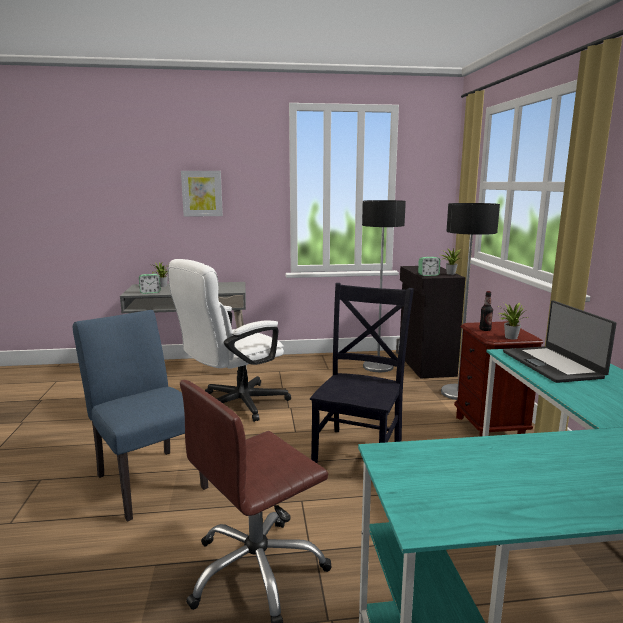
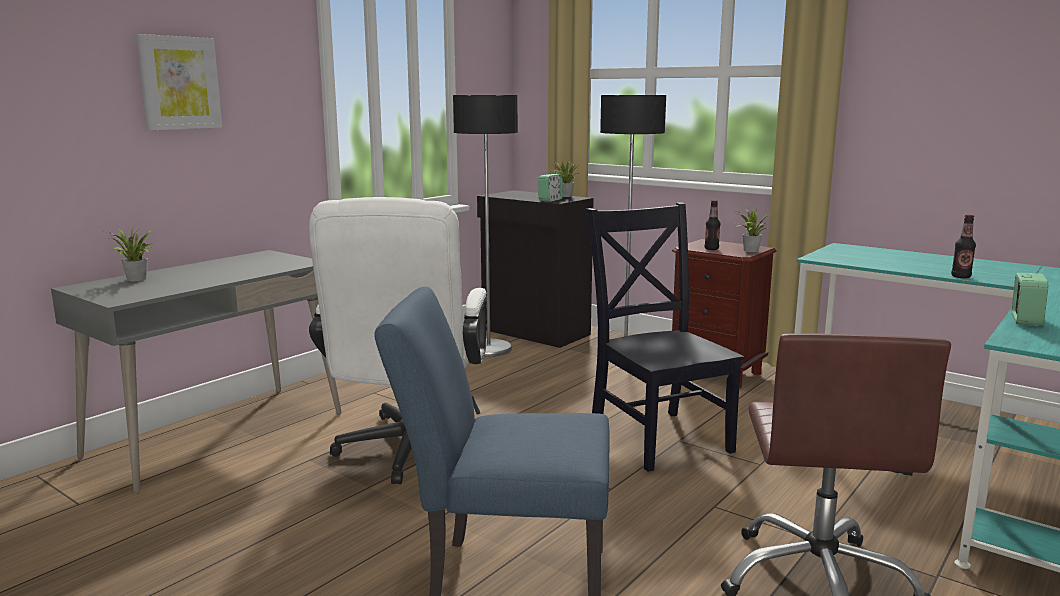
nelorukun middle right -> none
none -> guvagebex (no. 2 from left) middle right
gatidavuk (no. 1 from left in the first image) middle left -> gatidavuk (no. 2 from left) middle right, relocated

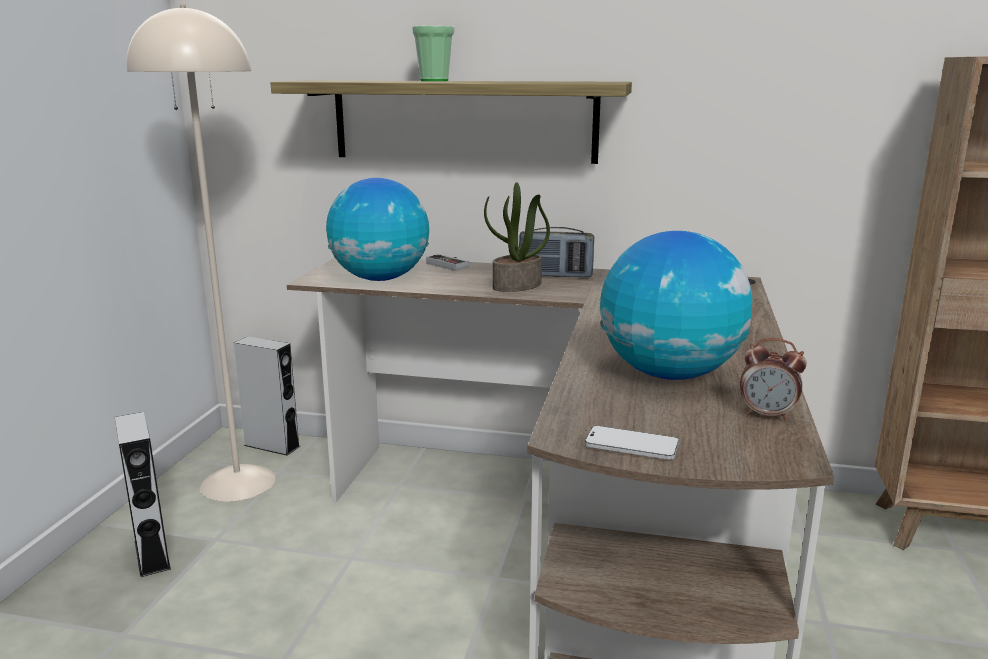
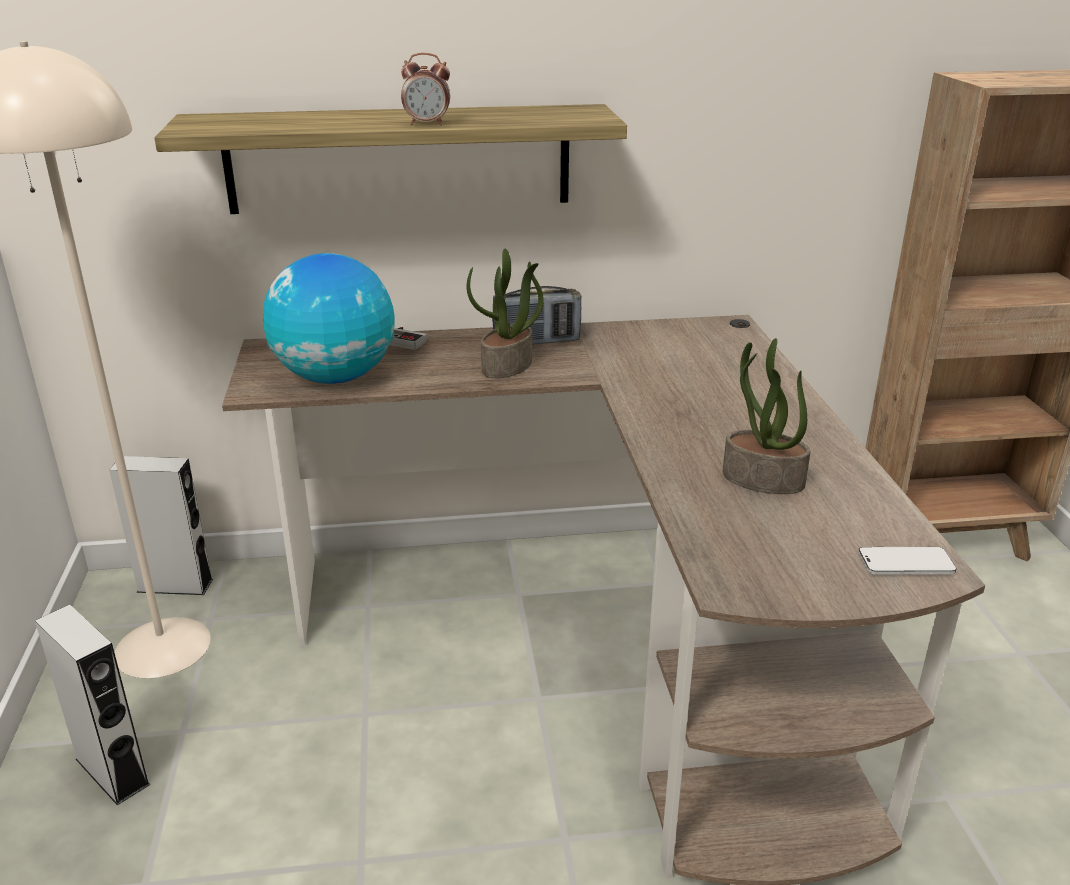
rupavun top centre -> none
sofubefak bottom centre -> sofubefak middle right, relocated
gatidavuk middle right -> gatidavuk top centre, relocated
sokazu (no. 2 from left) middle right -> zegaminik (no. 2 from left) middle right

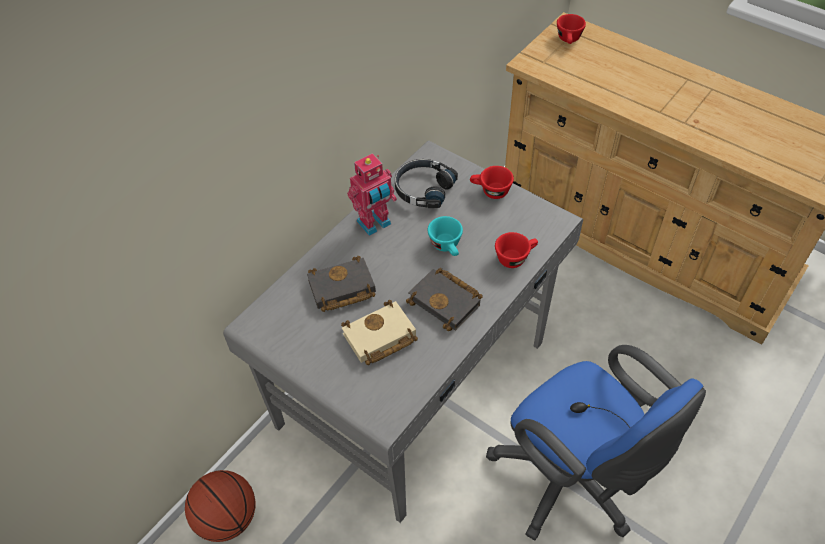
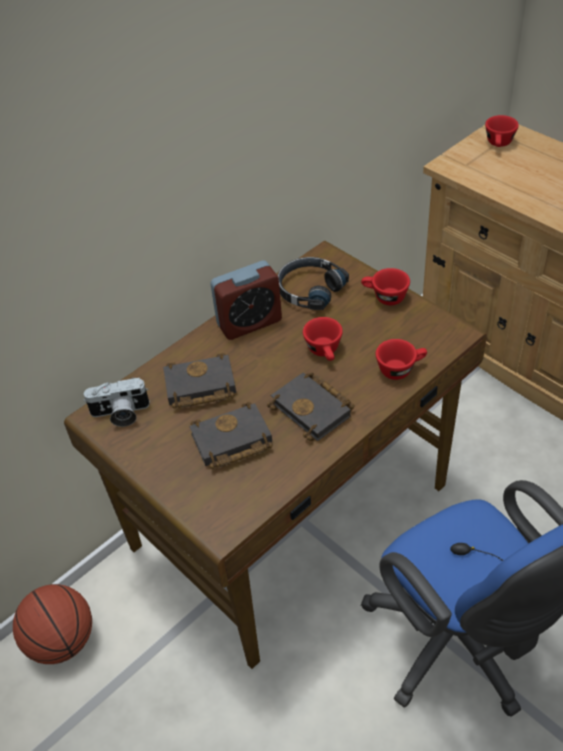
none -> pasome middle left
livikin centre -> gatidavuk centre
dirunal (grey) centre -> dirunal (brown) centre
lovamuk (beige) centre -> lovamuk (black) (no. 2 from left) centre
rupavun (turquoise) centre -> rupavun (red) (no. 1 from left) centre

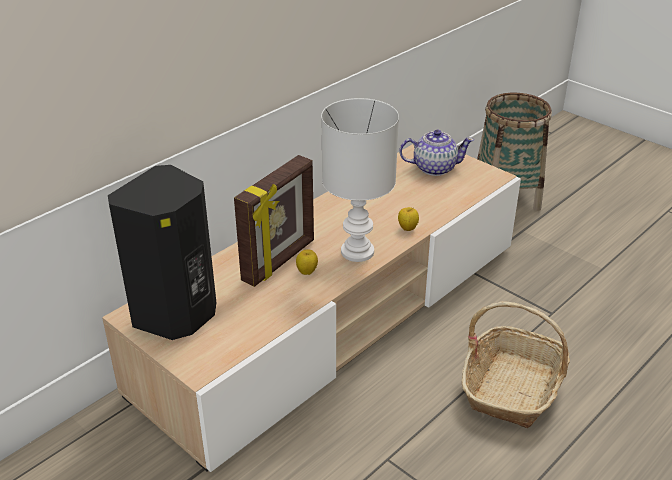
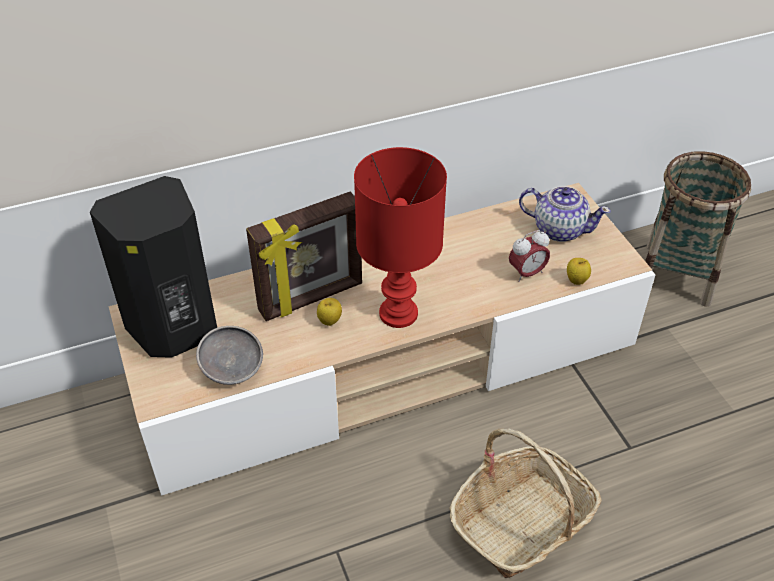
none -> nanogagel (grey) middle left
none -> gatidavuk middle right
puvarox (no. 2 from left) centre -> puvarox (no. 2 from left) middle right, relocated
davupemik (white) centre -> davupemik (red) centre

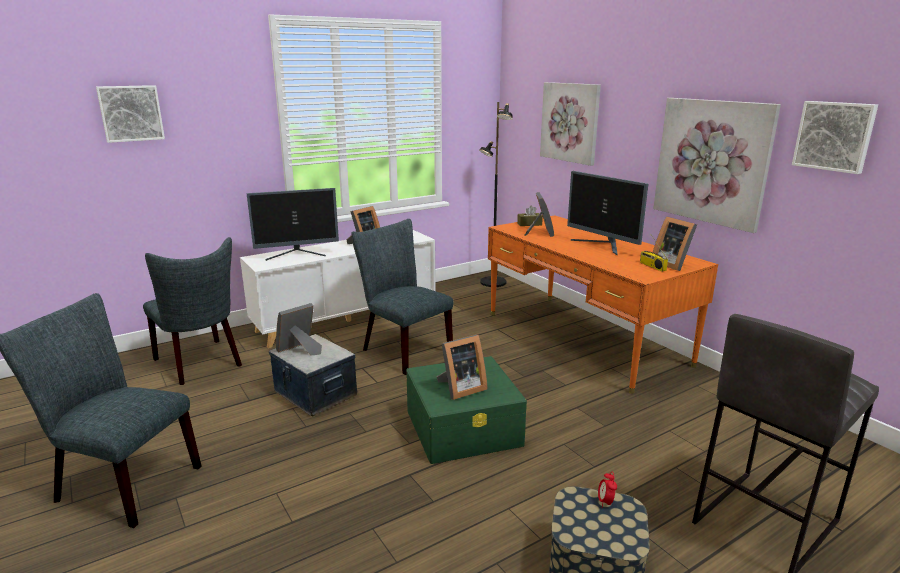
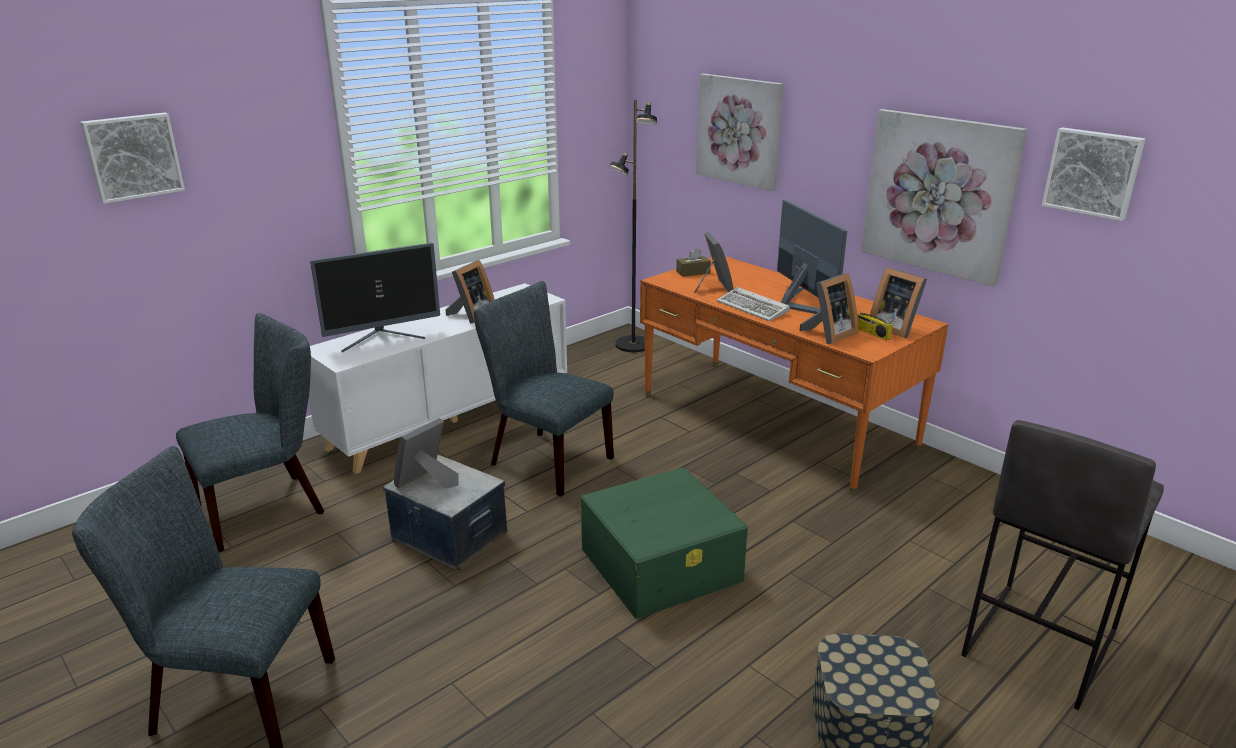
gatidavuk bottom right -> none
none -> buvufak centre
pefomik (no. 3 from left in the first image) centre -> pefomik (no. 4 from left) middle right, relocated
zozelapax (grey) (no. 2 from left) middle left, 75 degrees counterclockwise
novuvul (no. 2 from left) middle right -> novuvul (no. 2 from left) centre, 150 degrees counterclockwise

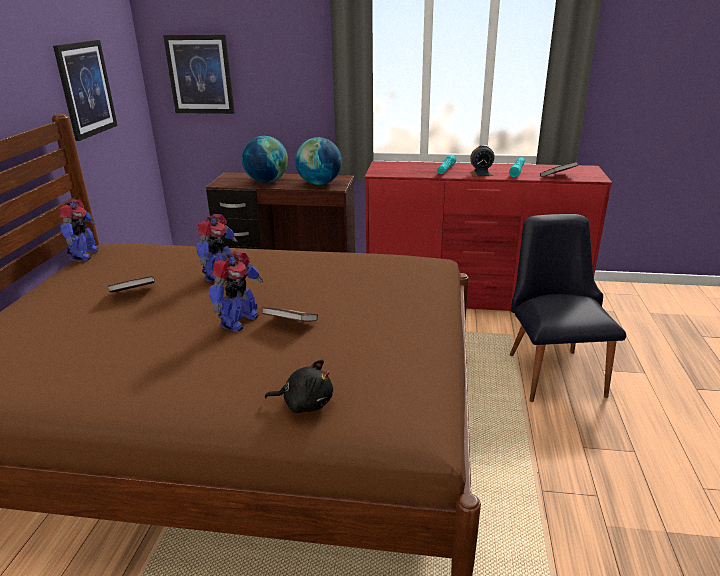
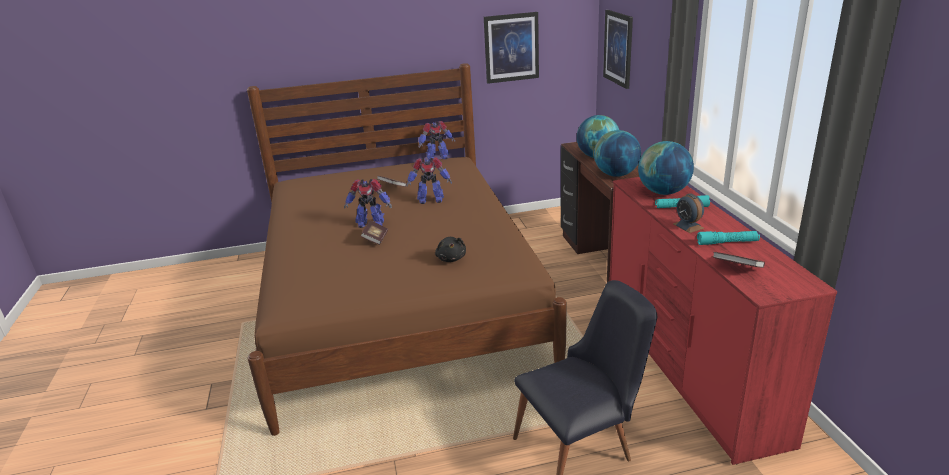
none -> sokazu (no. 3 from left) middle right
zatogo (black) bottom centre -> zatogo (black) centre, relocated

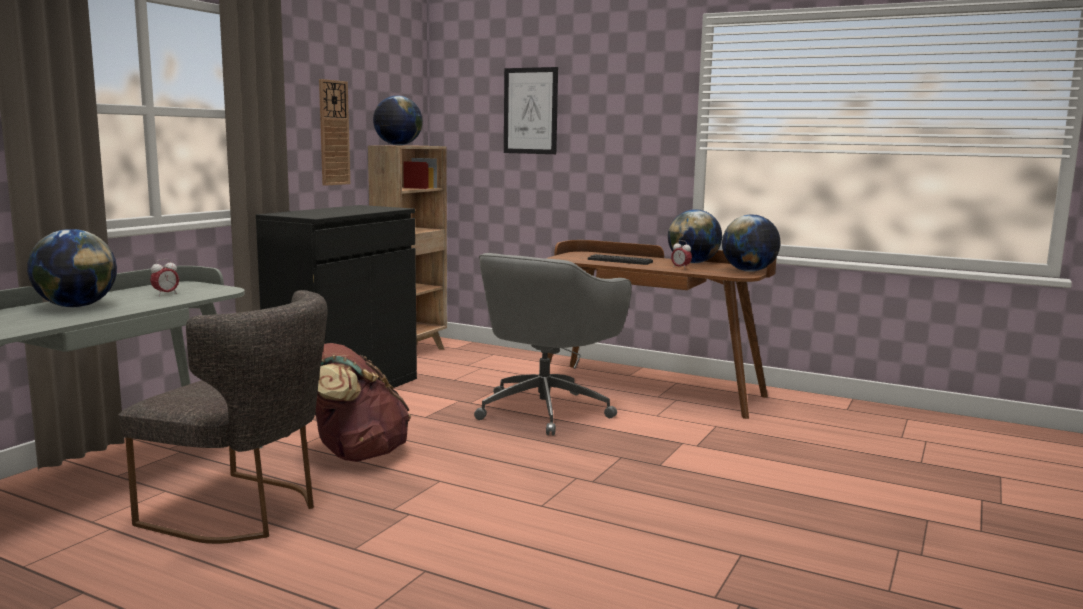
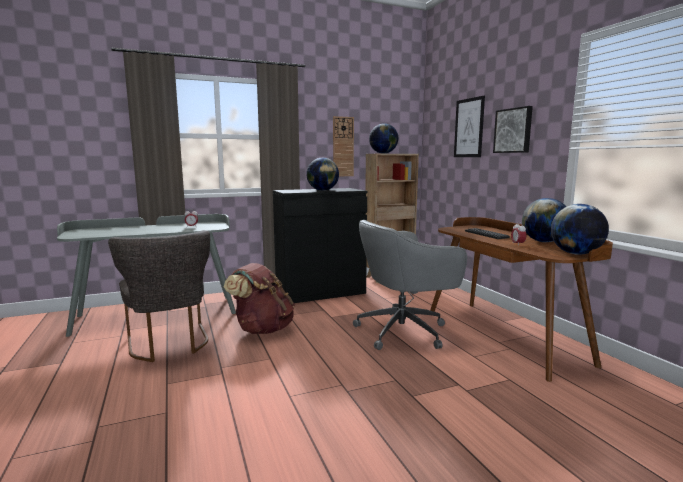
none -> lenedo (no. 2 from left) top right
sokazu (no. 1 from left) middle left -> sokazu (no. 1 from left) centre, relocated

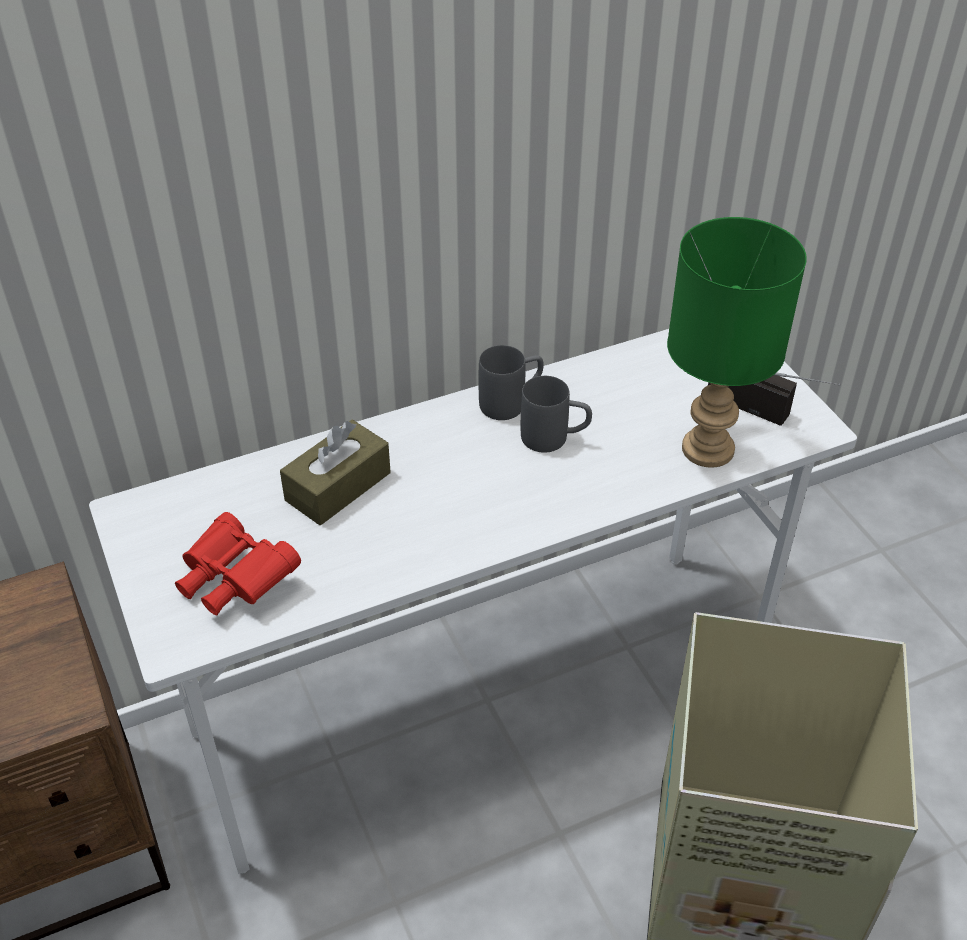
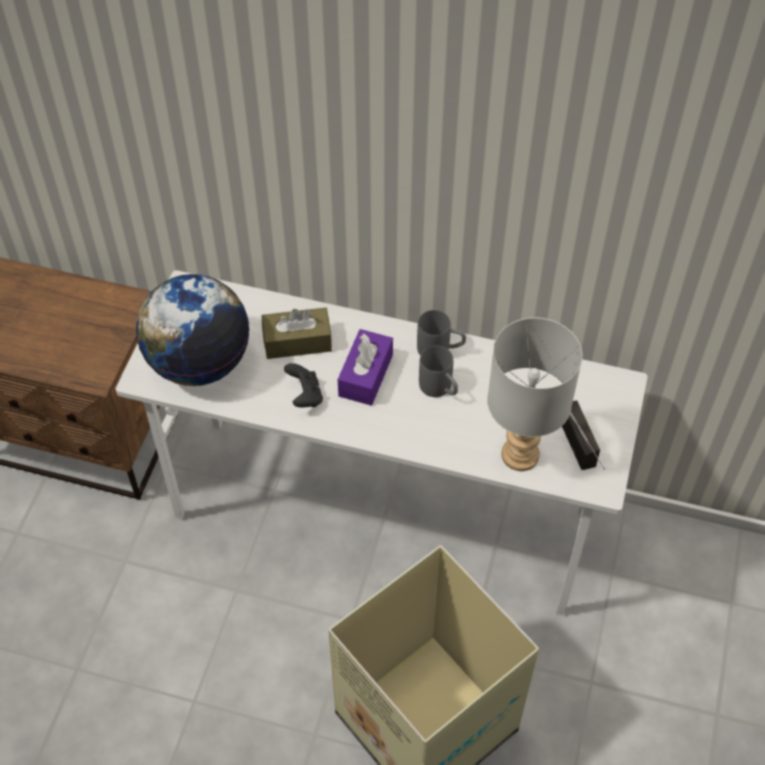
none -> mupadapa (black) centre
none -> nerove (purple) centre
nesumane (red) middle left -> sokazu middle left
davupemik (green) middle right -> davupemik (grey) middle right

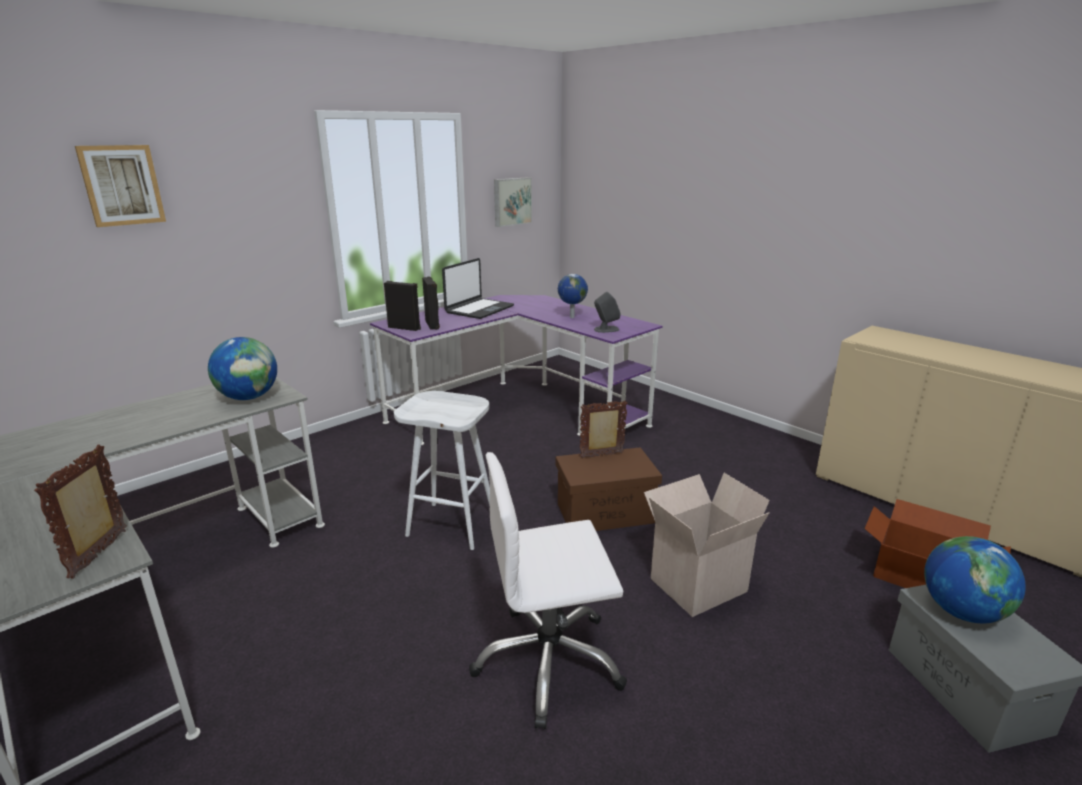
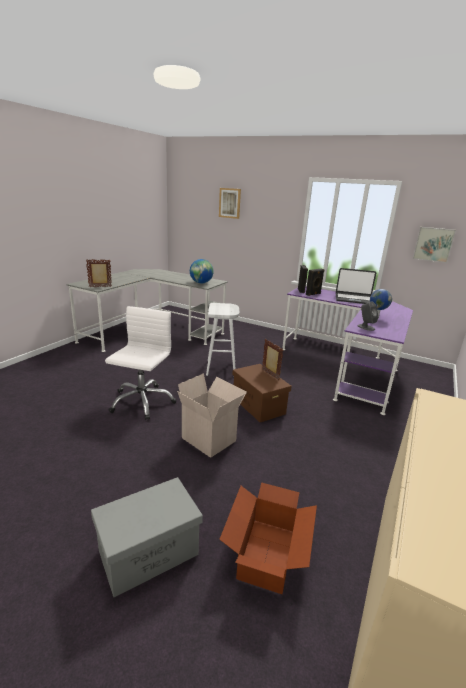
sokazu (no. 3 from left) bottom right -> none
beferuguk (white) bottom centre -> beferuguk (white) middle left, 45 degrees clockwise

